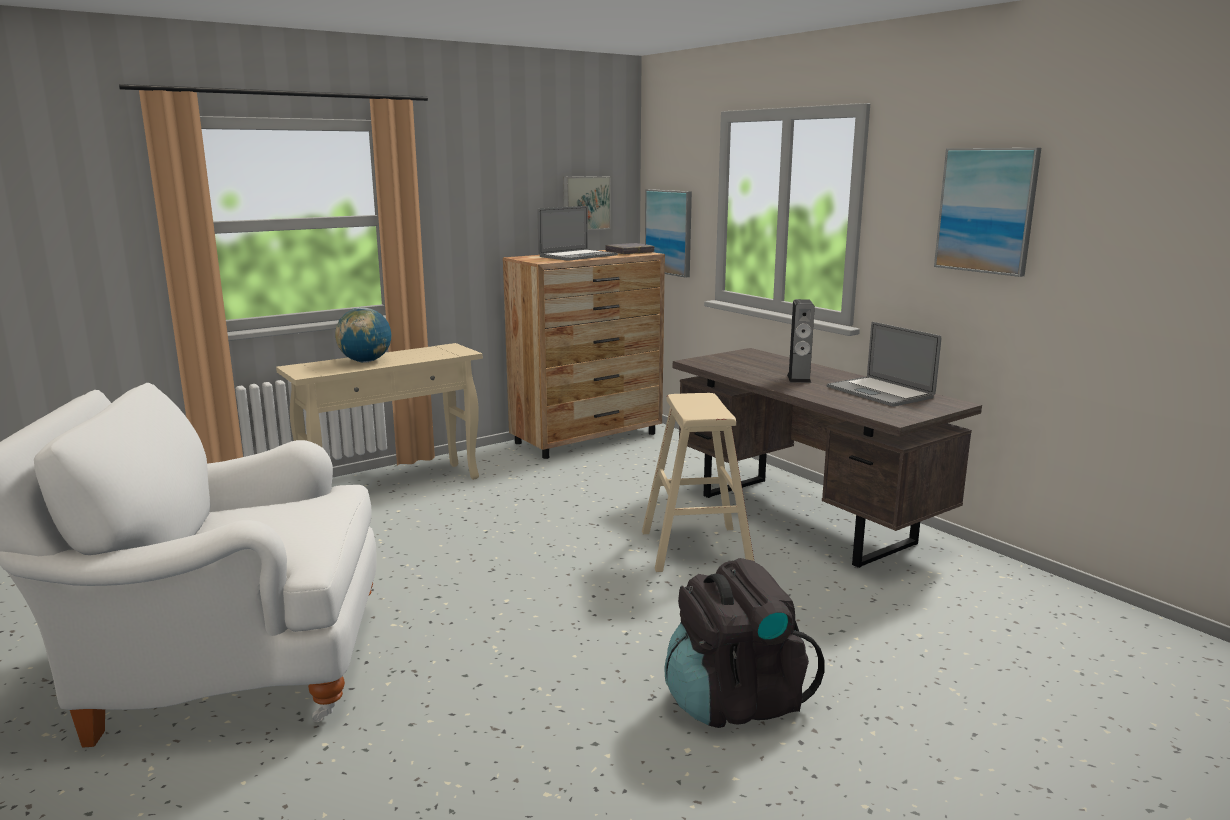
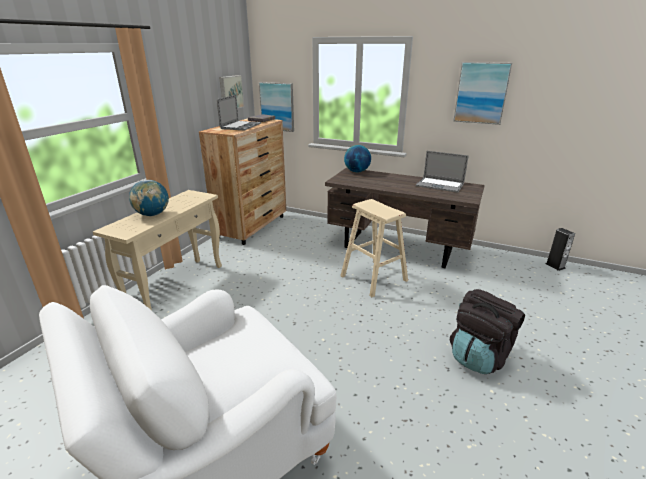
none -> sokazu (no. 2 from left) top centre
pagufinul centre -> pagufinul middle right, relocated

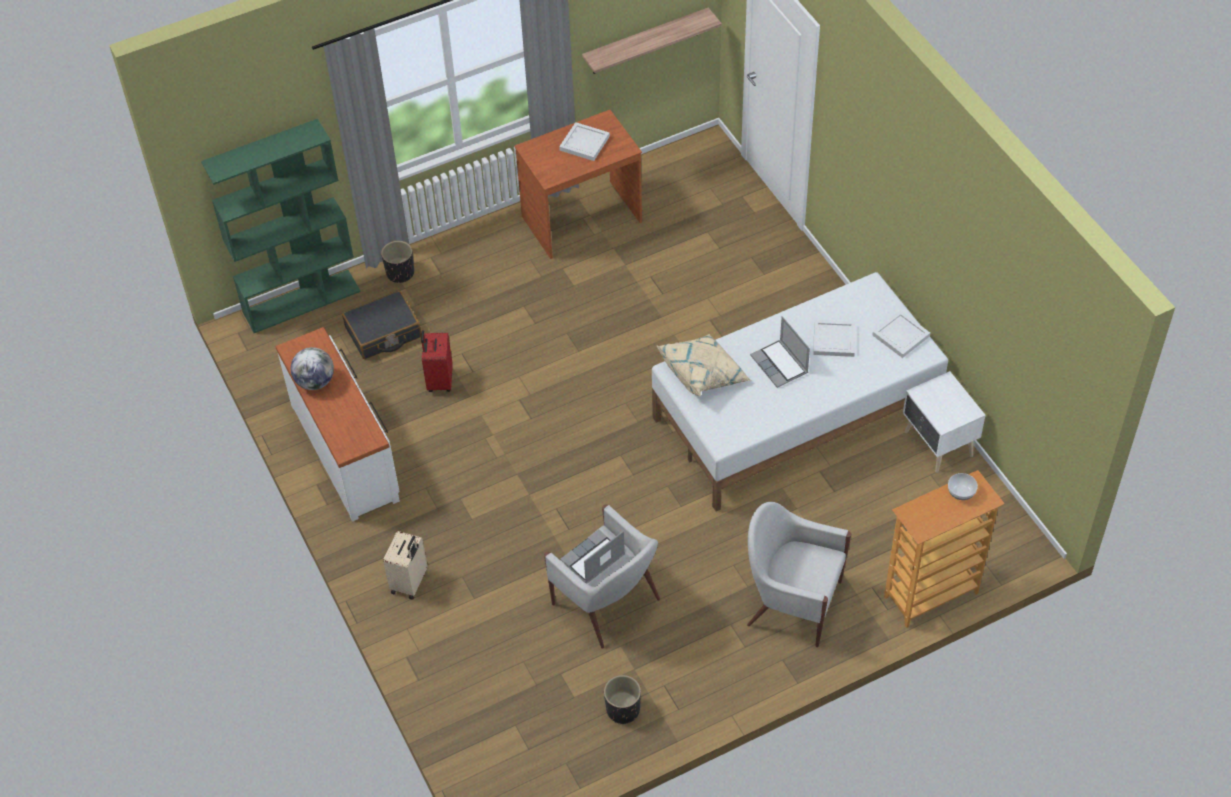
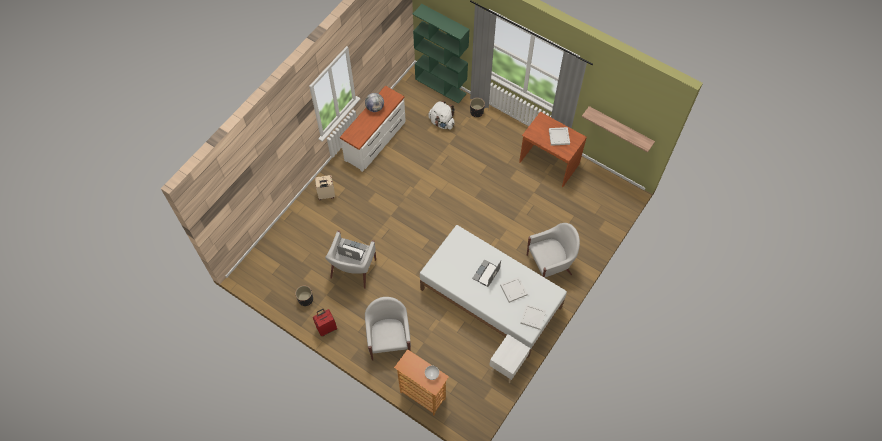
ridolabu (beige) centre -> none
none -> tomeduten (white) (no. 3 from left) centre
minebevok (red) centre -> minebevok (red) bottom centre, relocated
minebevok (black) middle left -> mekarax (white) top centre

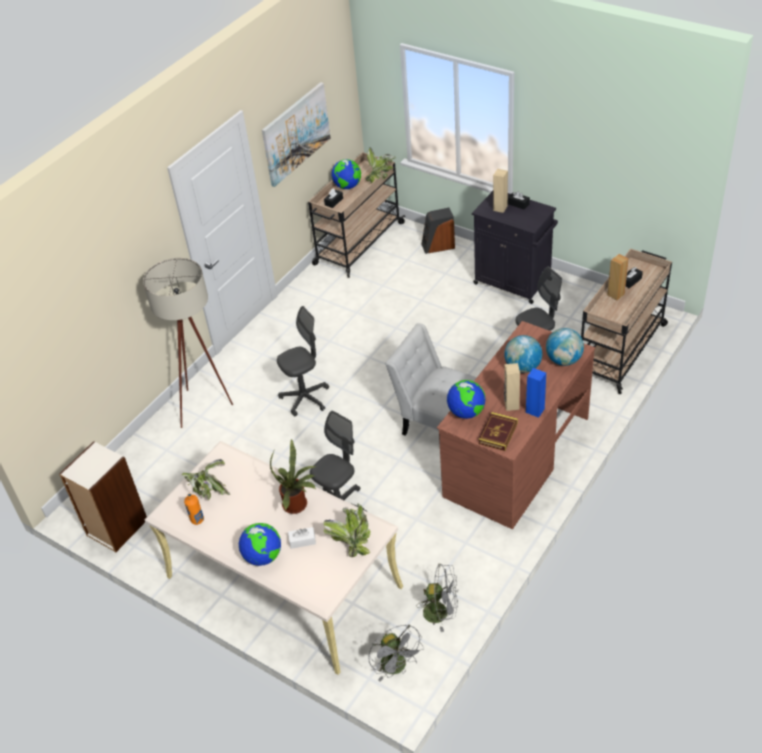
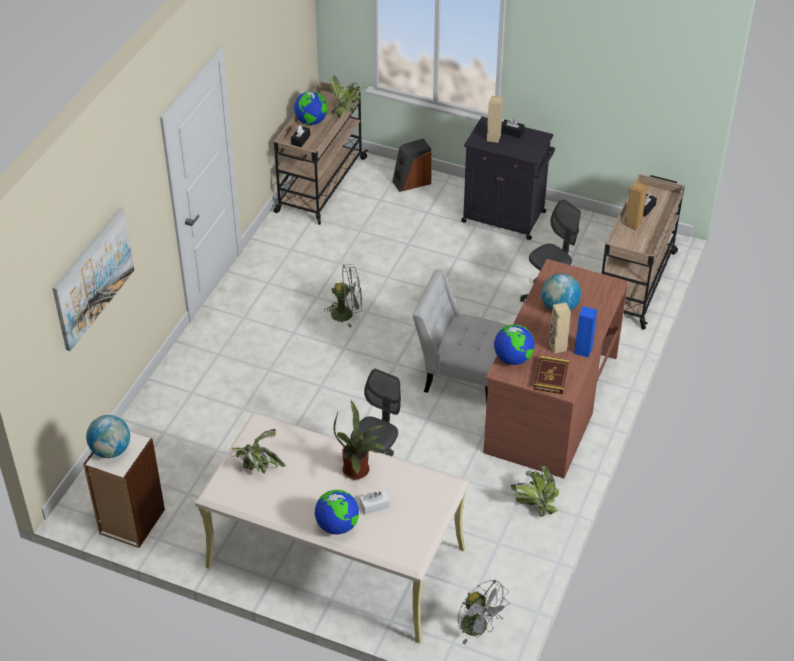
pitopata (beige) middle left -> none
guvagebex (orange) bottom left -> none
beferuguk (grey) (no. 1 from left) centre -> none
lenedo top centre -> lenedo middle left, relocated
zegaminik (no. 3 from left in the first image) bottom centre -> zegaminik (no. 4 from left) bottom right, relocated
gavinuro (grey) (no. 2 from left in the first image) bottom centre -> gavinuro (grey) (no. 1 from left) centre, relocated
sokazu (no. 5 from left in the first image) middle right -> sokazu (no. 1 from left) middle left, relocated

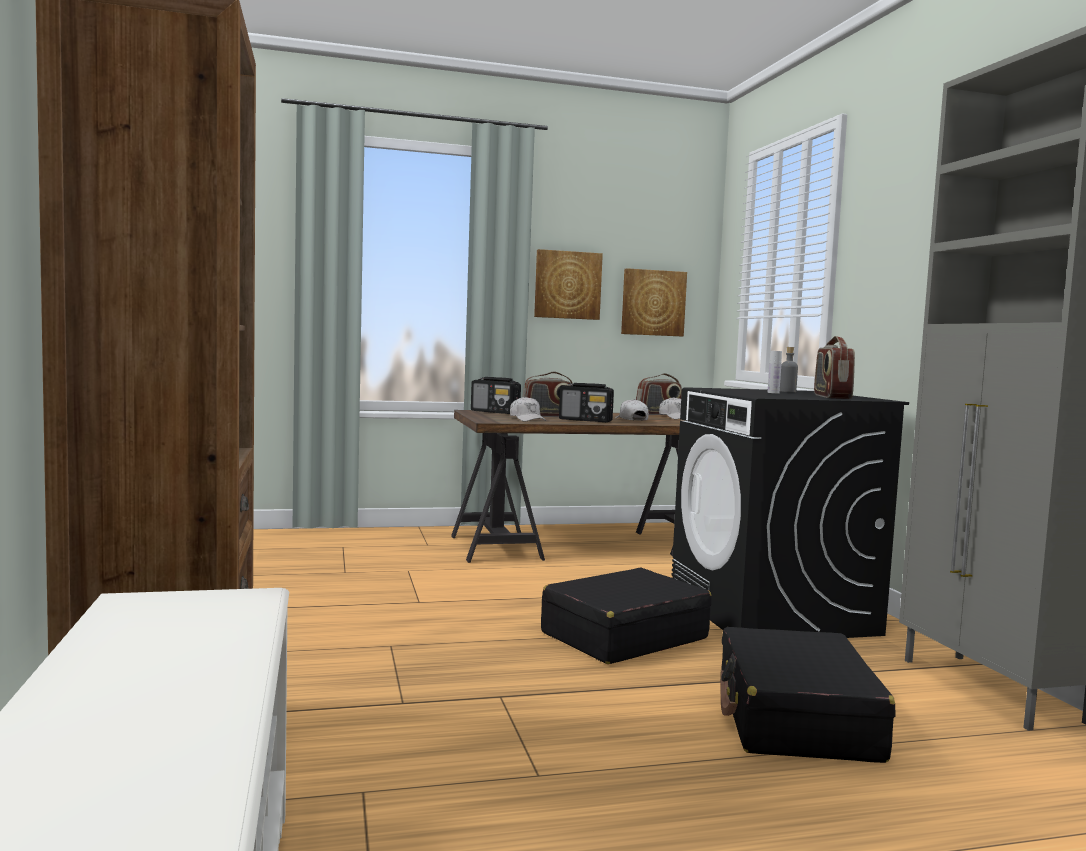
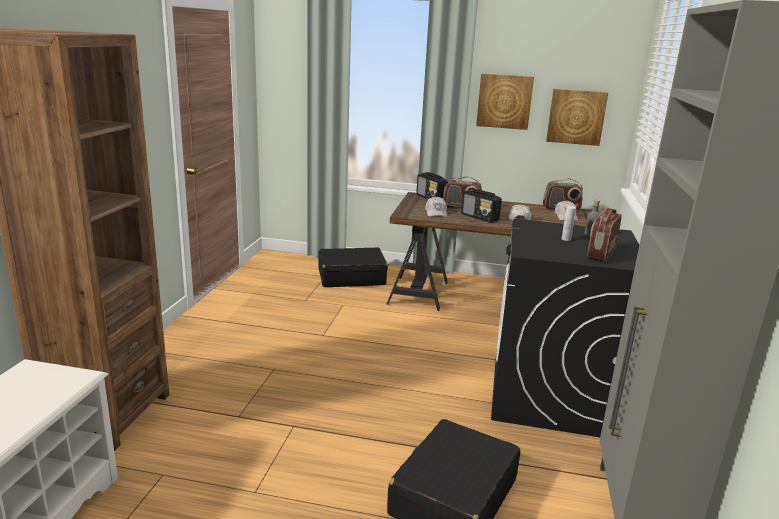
minebevok (black) (no. 1 from left) bottom centre -> minebevok (black) (no. 1 from left) centre, relocated

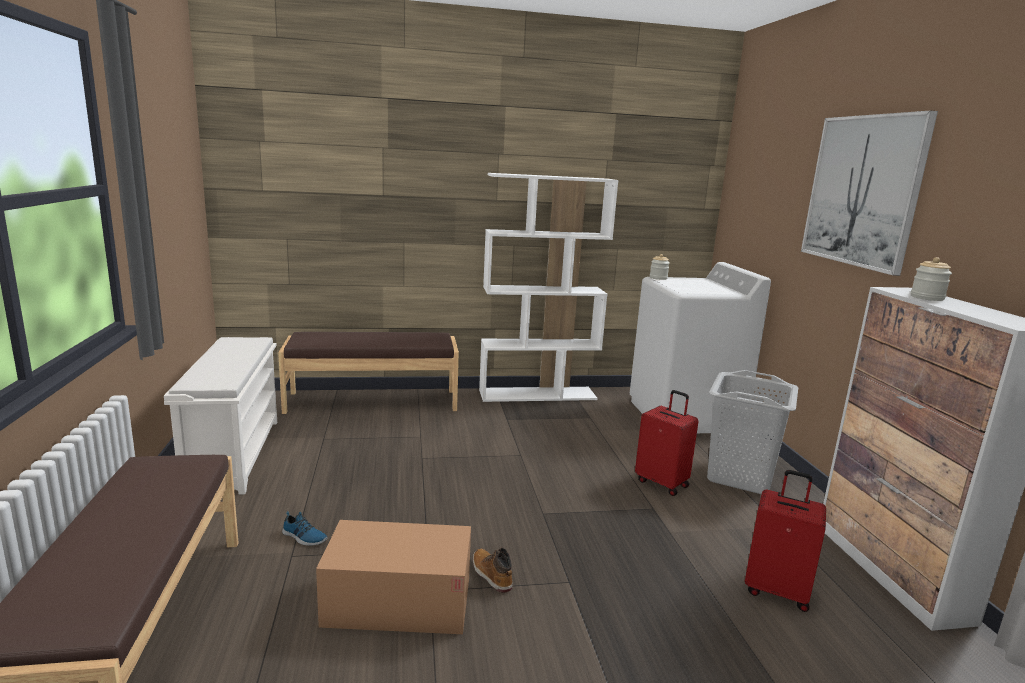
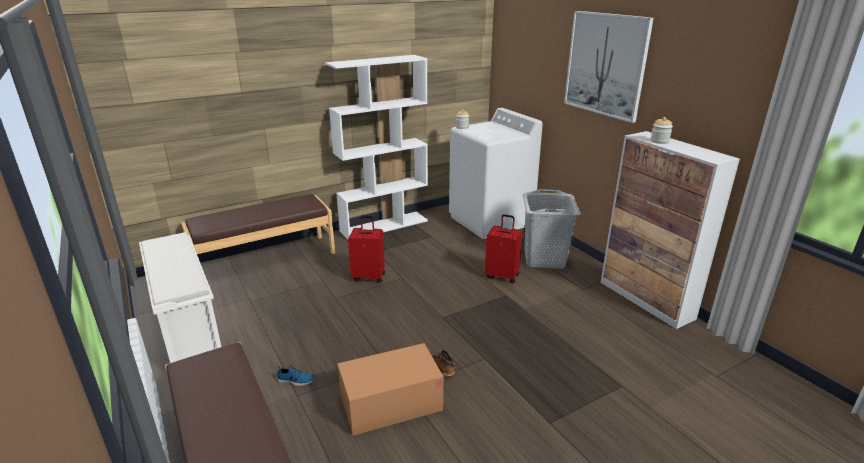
minebevok (red) (no. 2 from left in the first image) bottom right -> minebevok (red) (no. 1 from left) centre, relocated

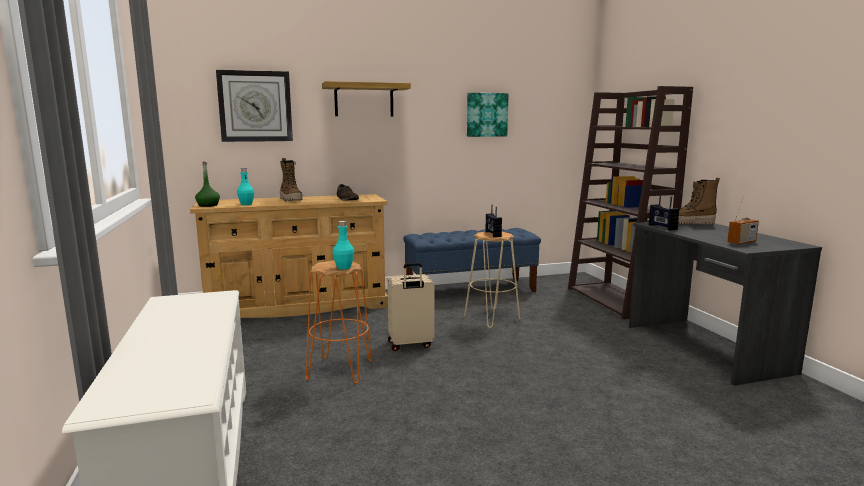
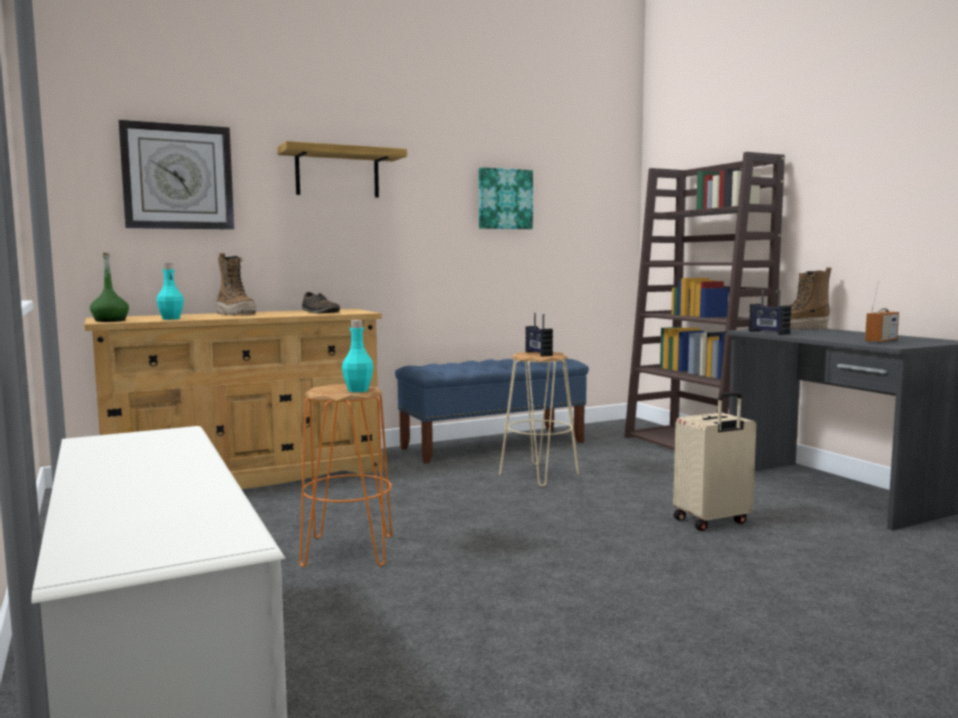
minebevok (beige) centre -> minebevok (beige) middle right, relocated

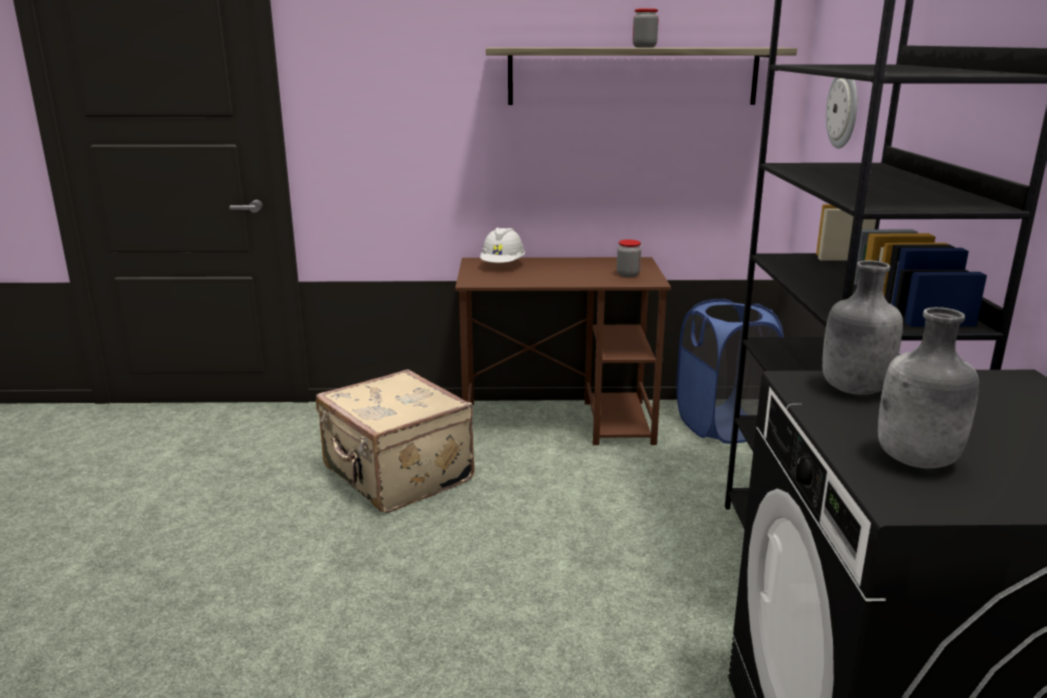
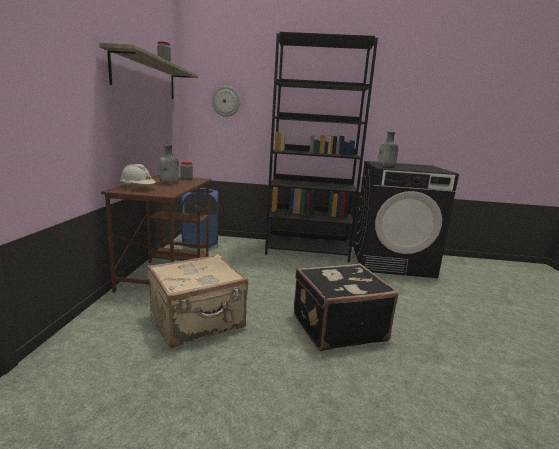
none -> minebevok (black) bottom centre
guvagebex (grey) (no. 2 from left in the first image) middle right -> guvagebex (grey) (no. 1 from left) middle left, relocated

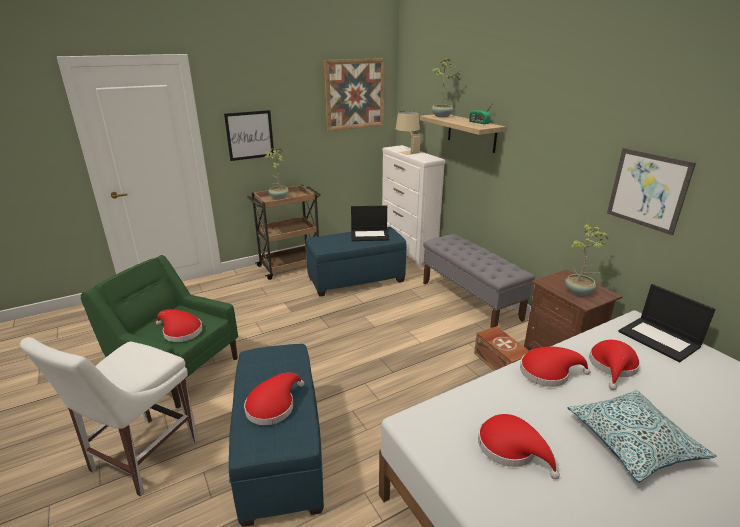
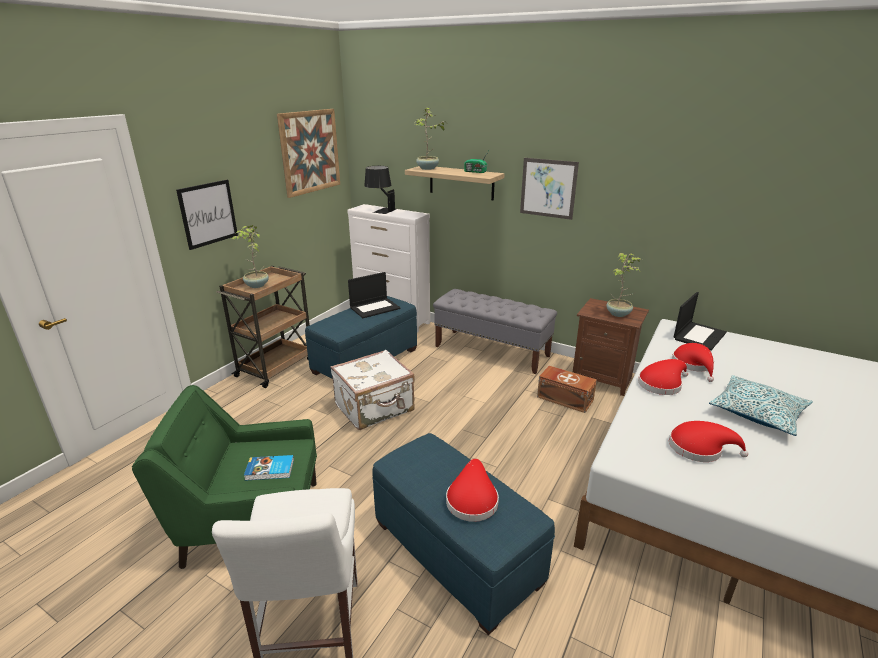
none -> minebevok (white) centre
lenedo (no. 3 from left) middle right -> lenedo (no. 3 from left) top centre, relocated
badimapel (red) (no. 1 from left) middle left -> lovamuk bottom left
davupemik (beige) top centre -> davupemik (black) top centre
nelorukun (no. 2 from left) middle right, 75 degrees counterclockwise

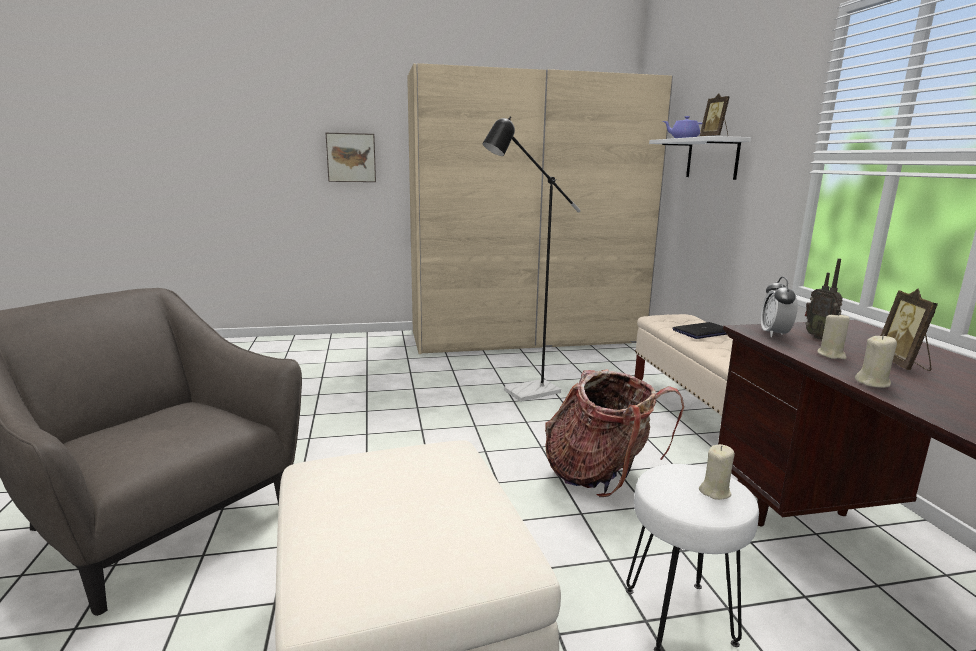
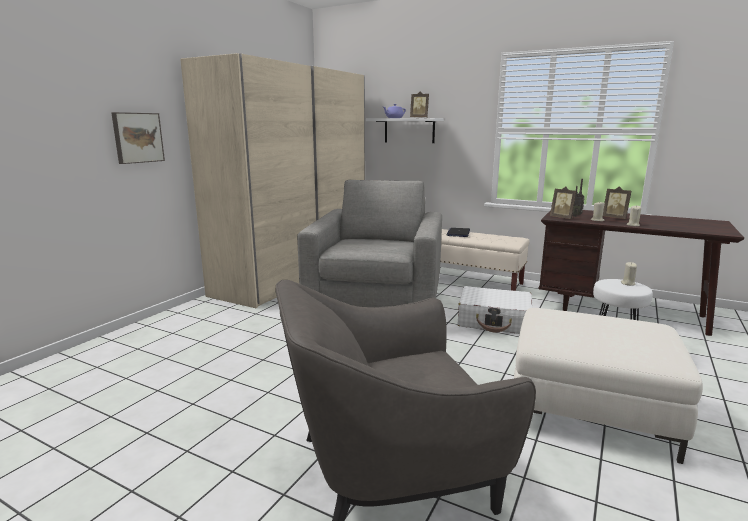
pitopata (black) centre -> tomeduten (grey) (no. 1 from left) centre
mekarax centre -> minebevok (white) centre
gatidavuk middle right -> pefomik (no. 2 from left) middle right

